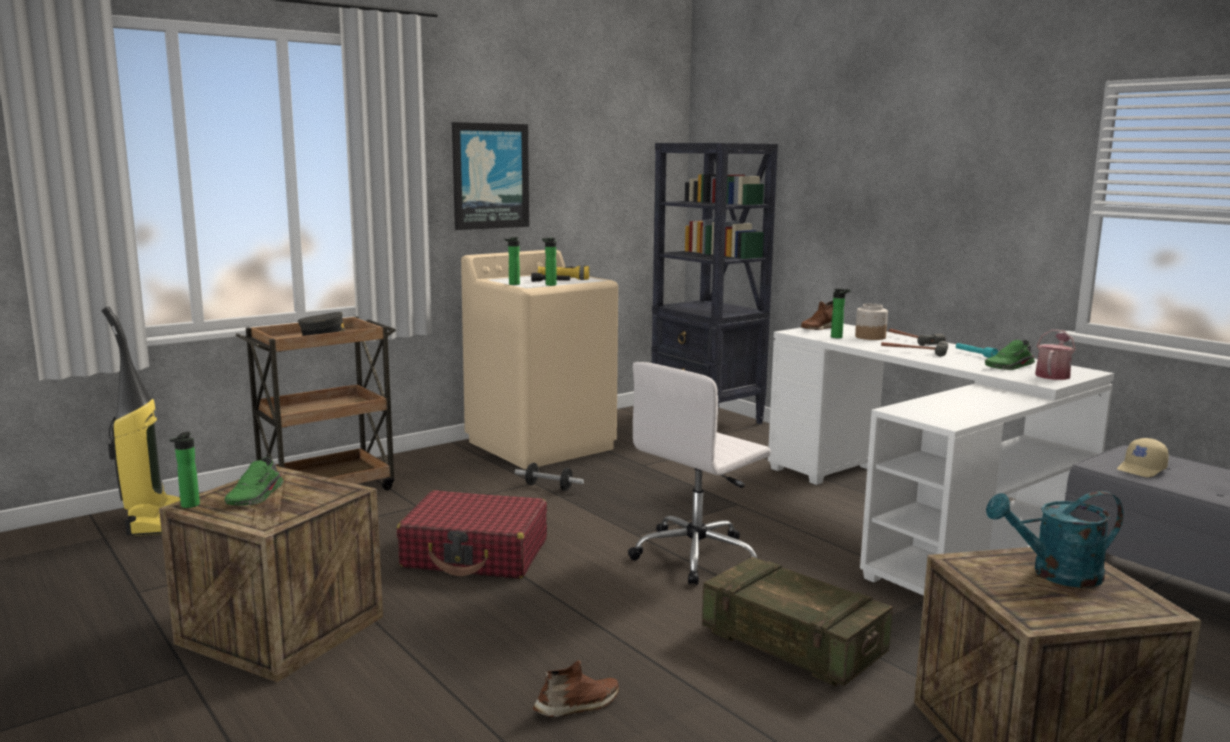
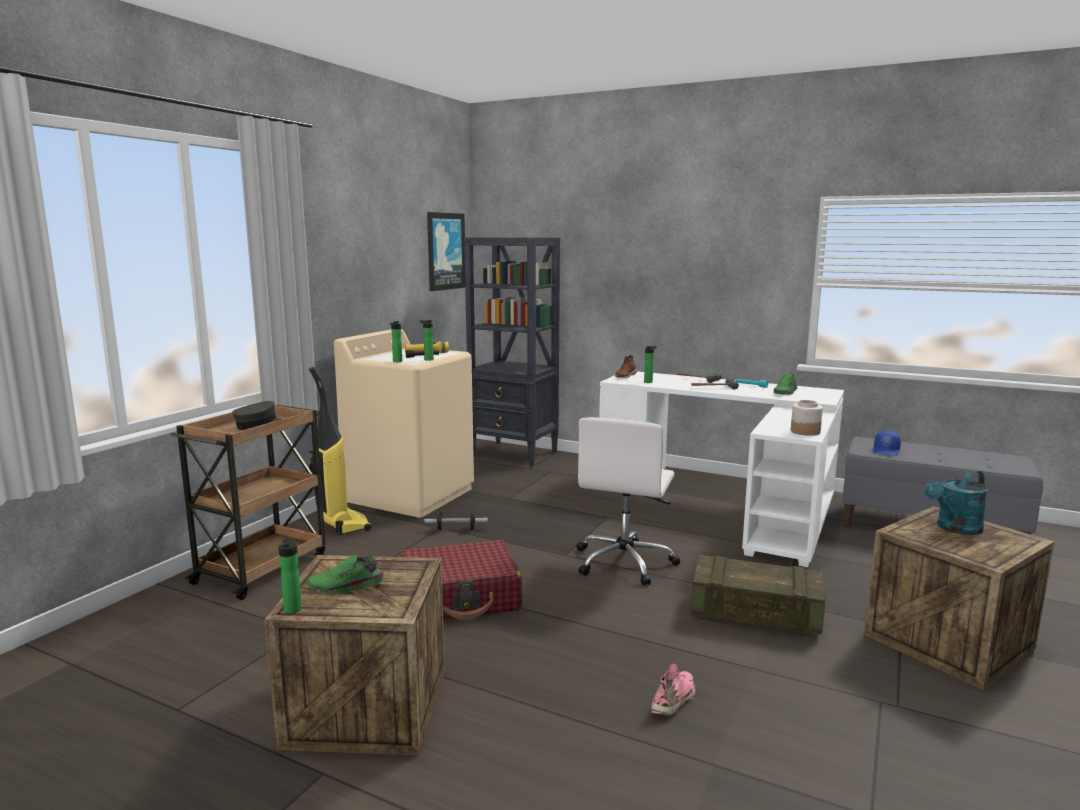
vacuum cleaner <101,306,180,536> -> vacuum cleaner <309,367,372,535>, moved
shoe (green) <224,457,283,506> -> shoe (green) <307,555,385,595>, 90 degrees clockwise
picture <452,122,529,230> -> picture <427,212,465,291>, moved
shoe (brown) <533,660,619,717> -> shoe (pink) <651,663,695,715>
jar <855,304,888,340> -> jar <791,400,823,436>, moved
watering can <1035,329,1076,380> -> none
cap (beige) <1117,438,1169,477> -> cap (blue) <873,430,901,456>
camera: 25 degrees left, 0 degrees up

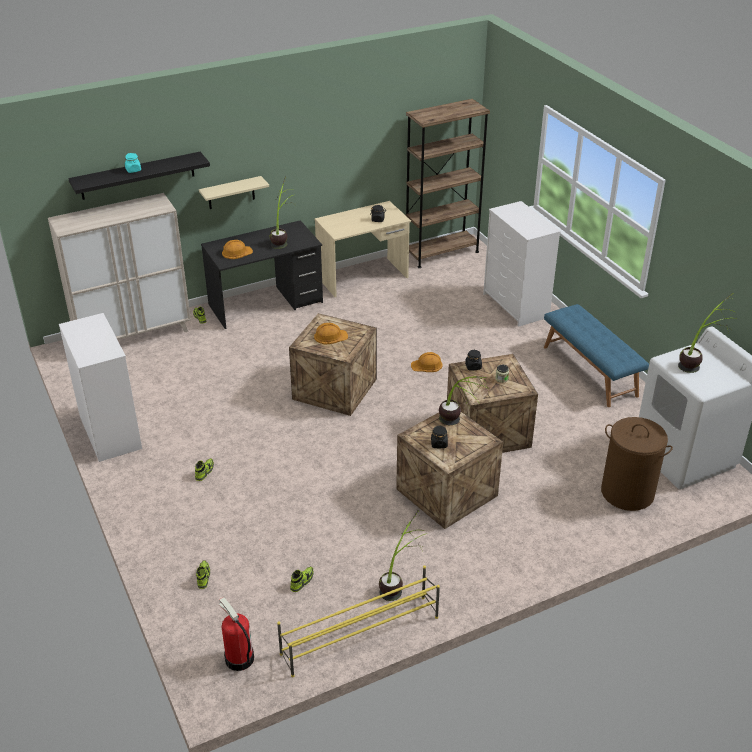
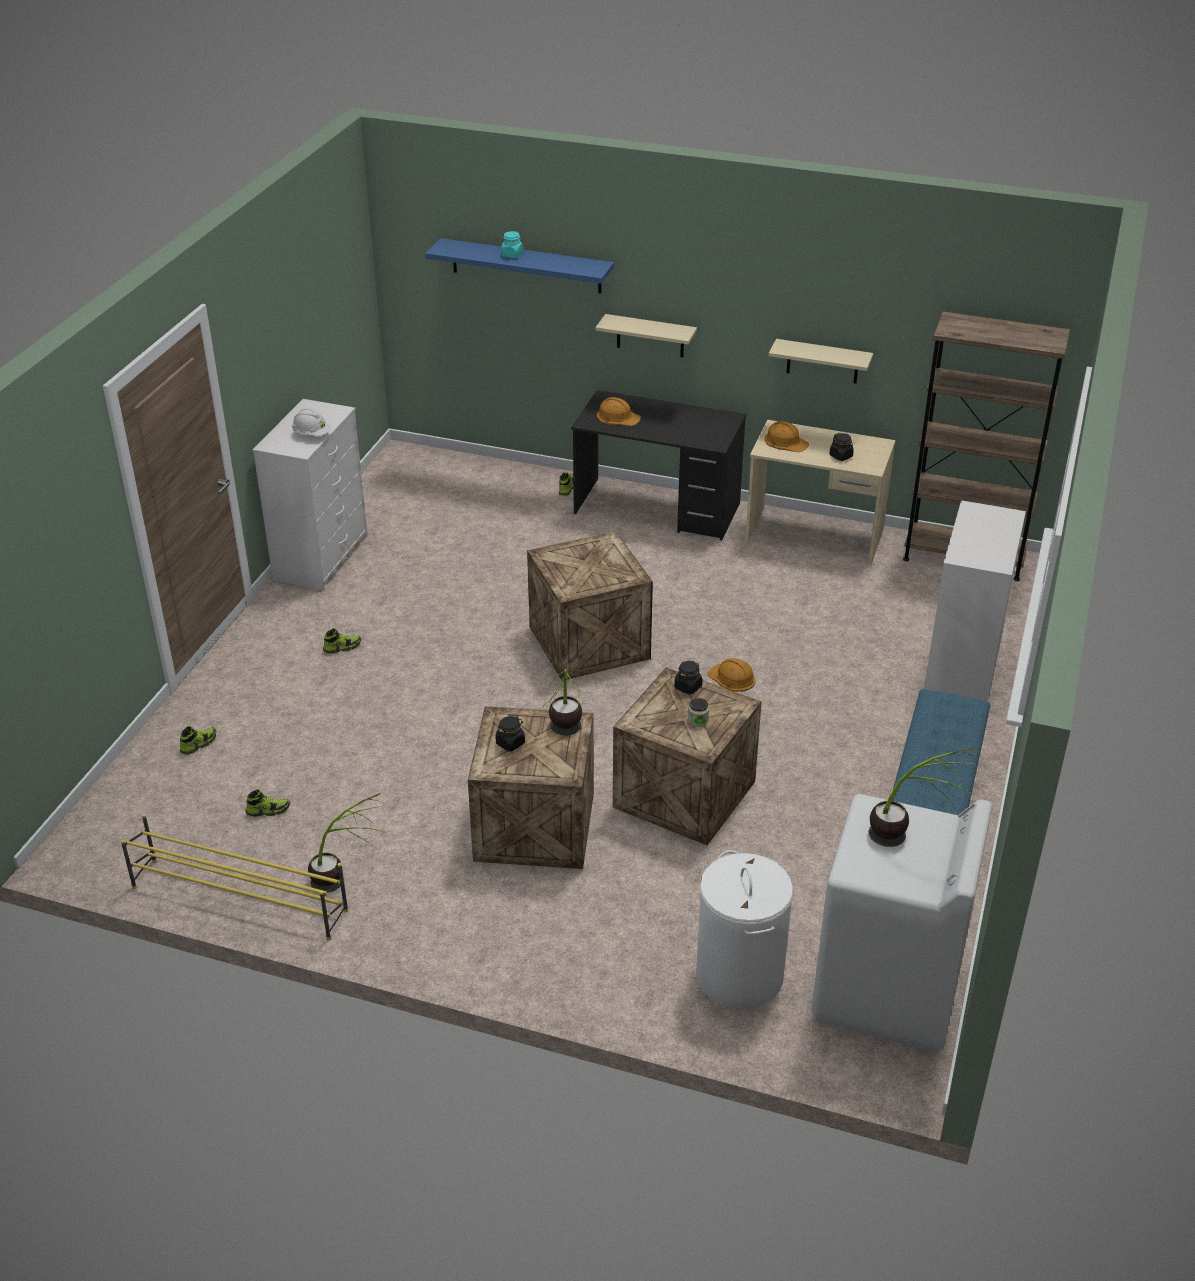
cabinet (beige) <48,193,191,340> -> none
shelf (black) <68,152,210,200> -> shelf (blue) <425,238,614,294>
fire extinguisher <219,597,254,671> -> none
potted plant <270,176,291,249> -> none
hard hat (orange) <314,323,348,345> -> hard hat (orange) <765,421,809,452>, moved
laundry basket (brown) <601,417,673,511> -> laundry basket (white) <696,850,793,1009>
none -> hard hat (white) <292,408,331,436>
none -> shelf (beige) <768,339,873,384>
camera: 45 degrees right, 0 degrees up

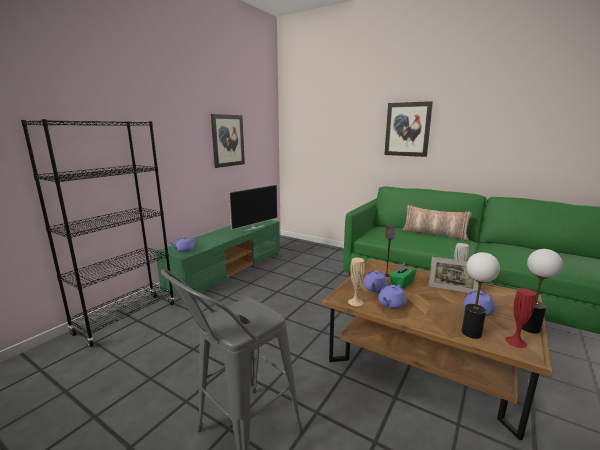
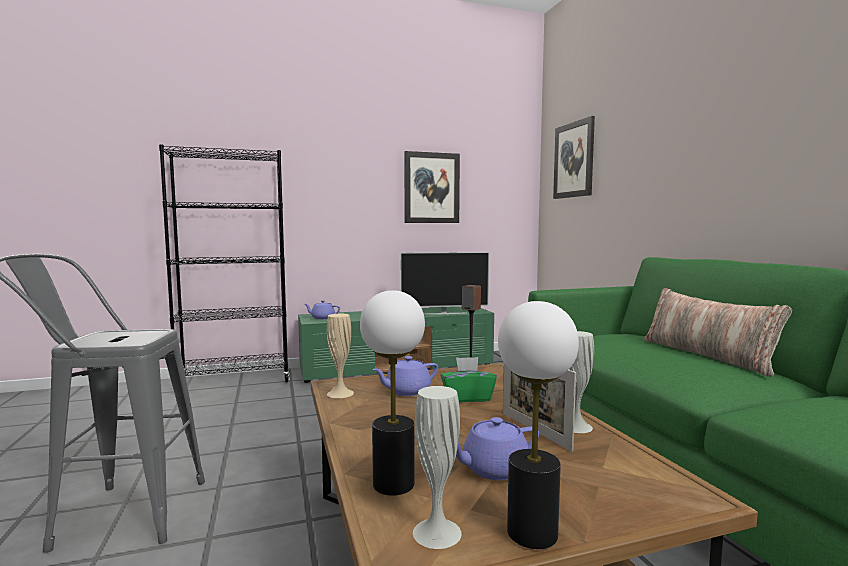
teapot (purple) <378,285,406,309> -> none
picture <384,101,433,157> -> picture <553,116,595,199>, moved
vase (red) <505,288,536,348> -> vase (white) <413,386,462,549>
camera: 40 degrees right, 10 degrees down

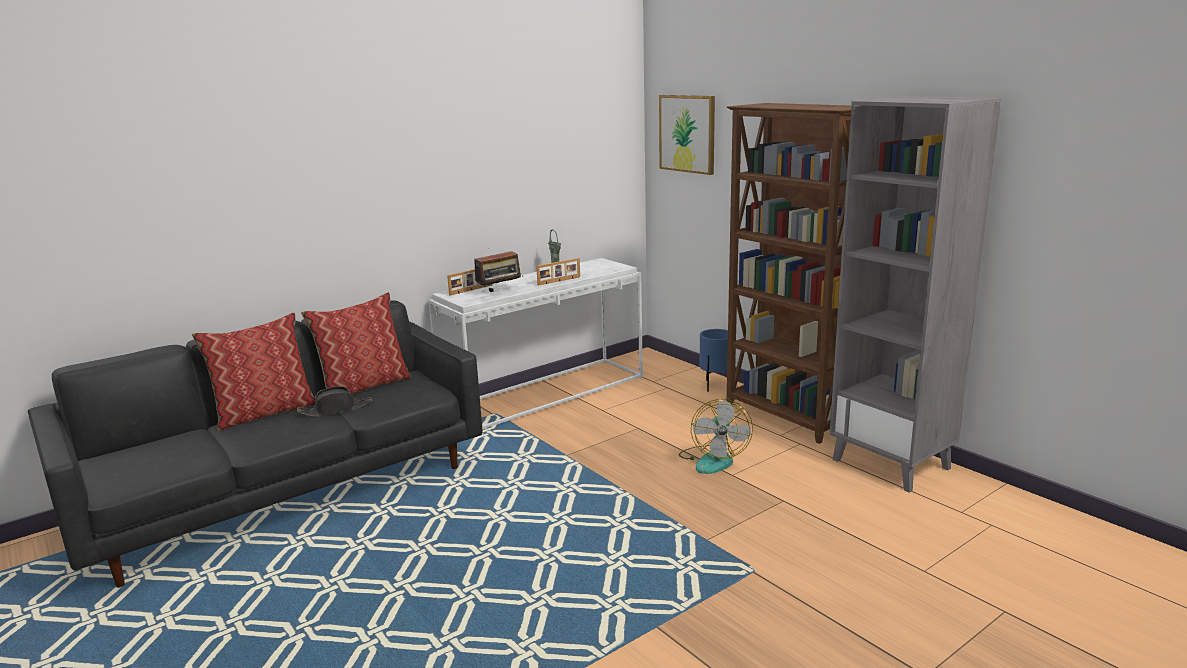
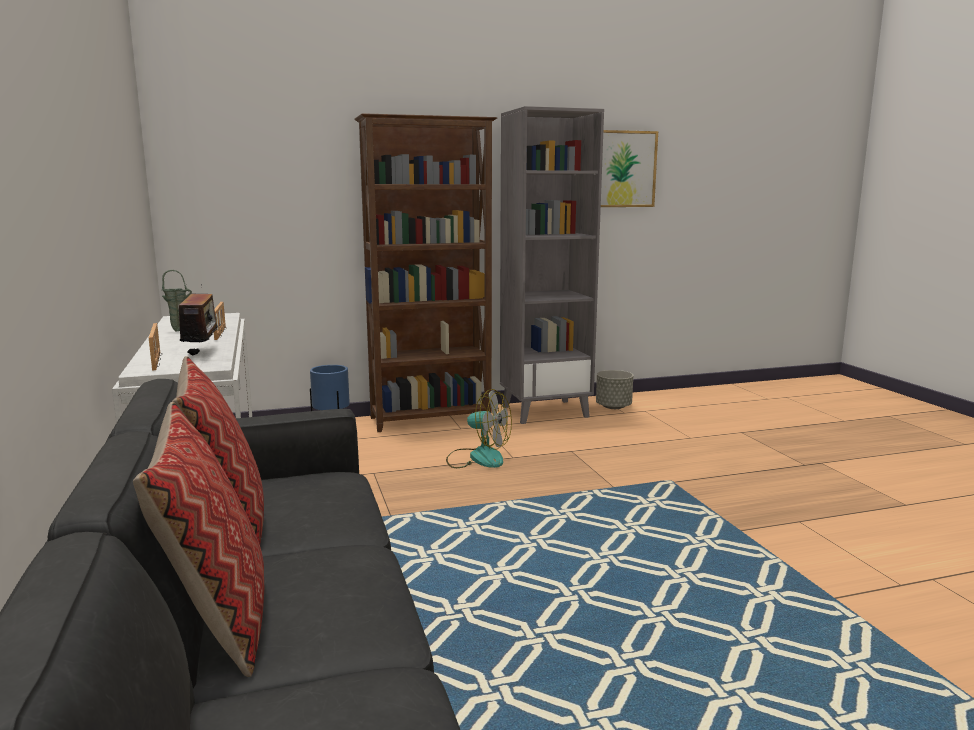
hat (black) <297,386,372,417> -> none
picture <659,95,715,175> -> picture <601,130,658,207>, moved
none -> planter (grey) <596,370,633,409>
camera: 70 degrees left, 5 degrees down

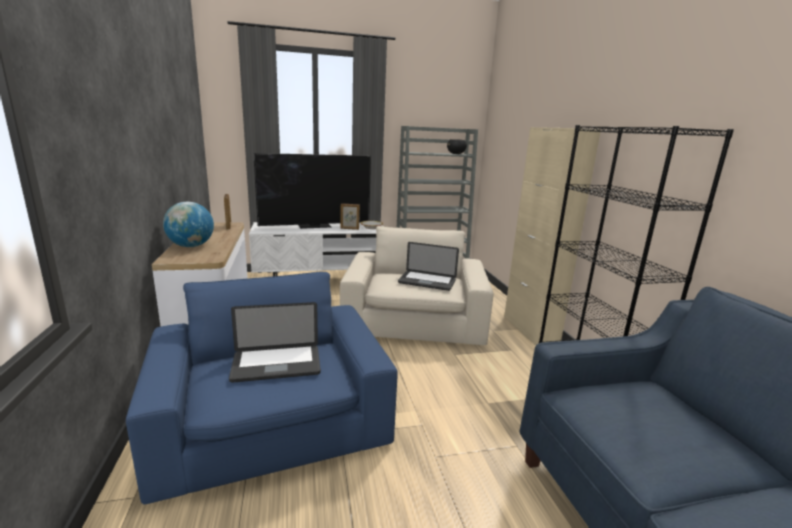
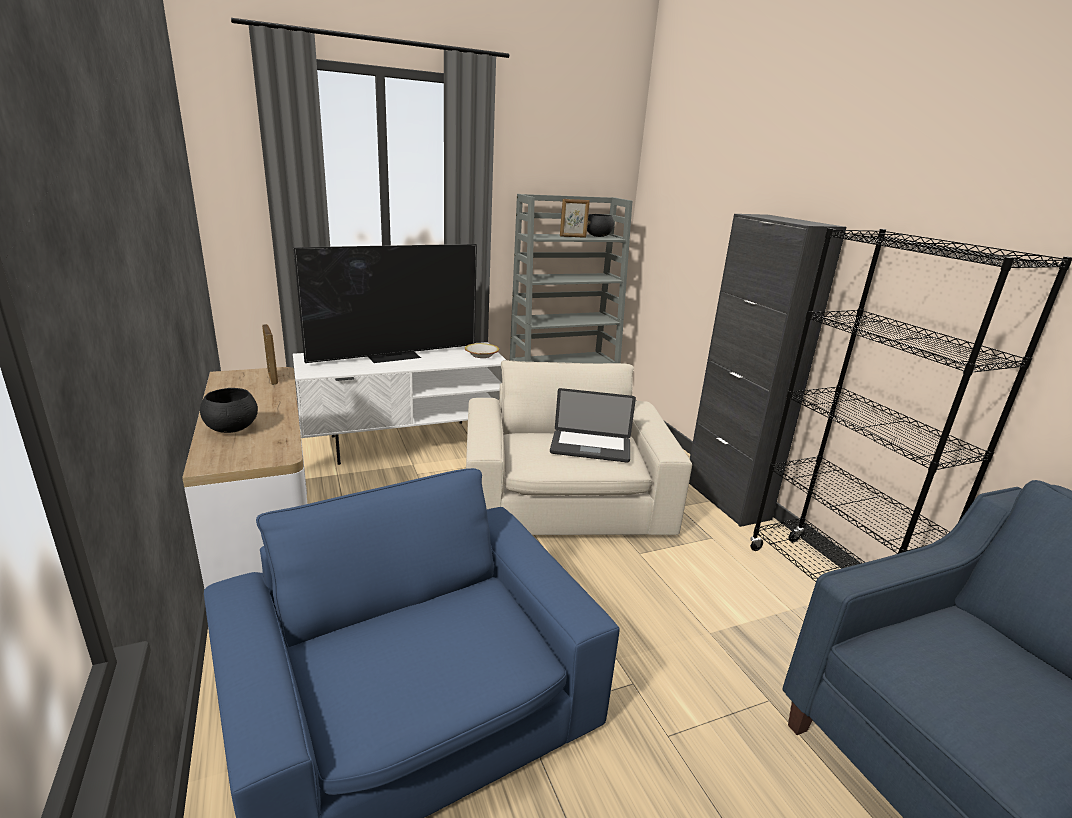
globe <163,202,214,247> -> bowl (black) <200,388,258,433>
laptop <229,302,321,383> -> none
picture frame <340,203,360,230> -> picture frame <560,199,590,238>, moved
cabinet (beige) <504,127,601,345> -> cabinet (black) <689,214,846,527>
camera: 10 degrees left, 5 degrees up

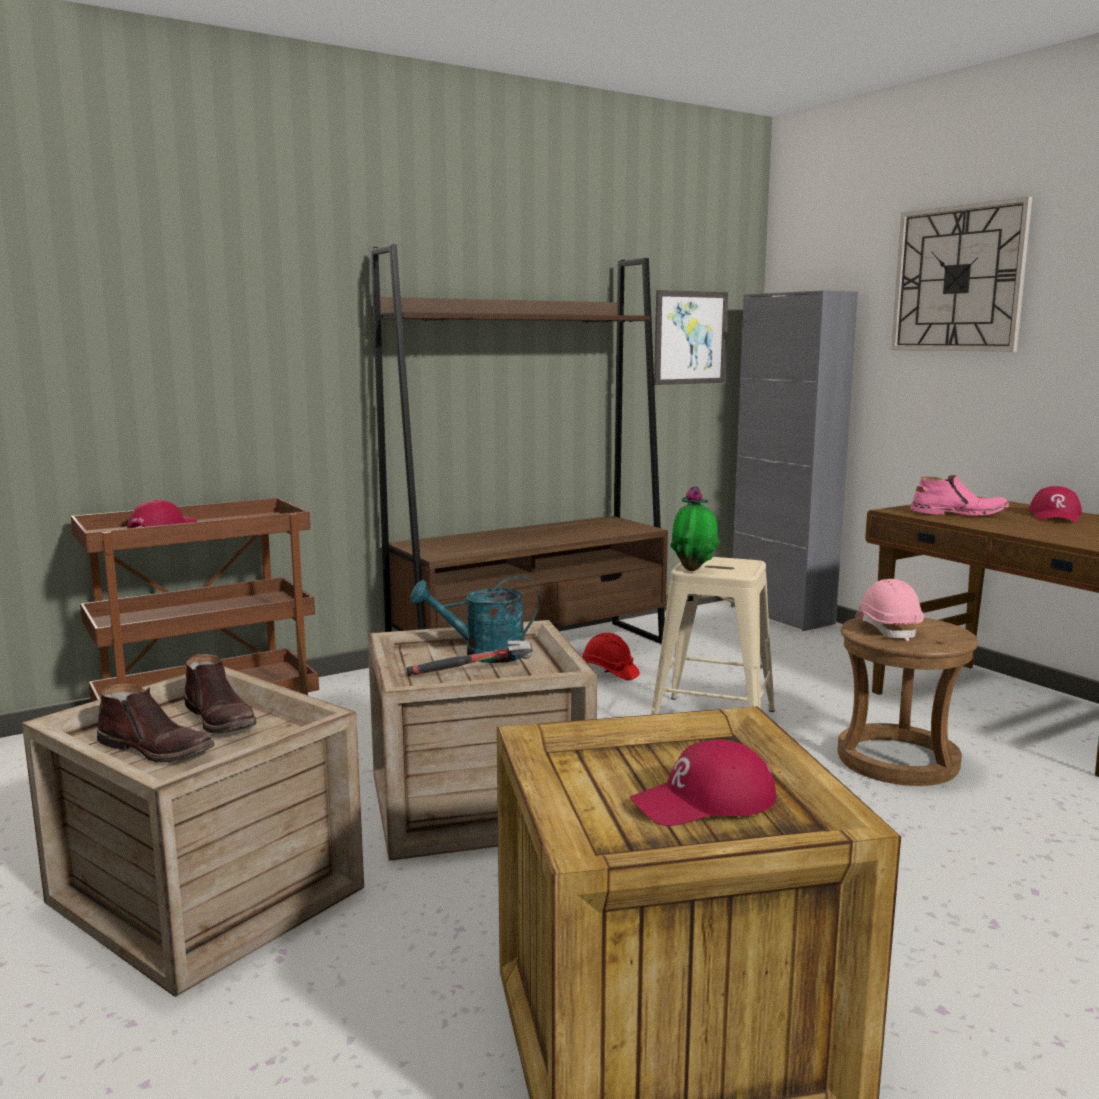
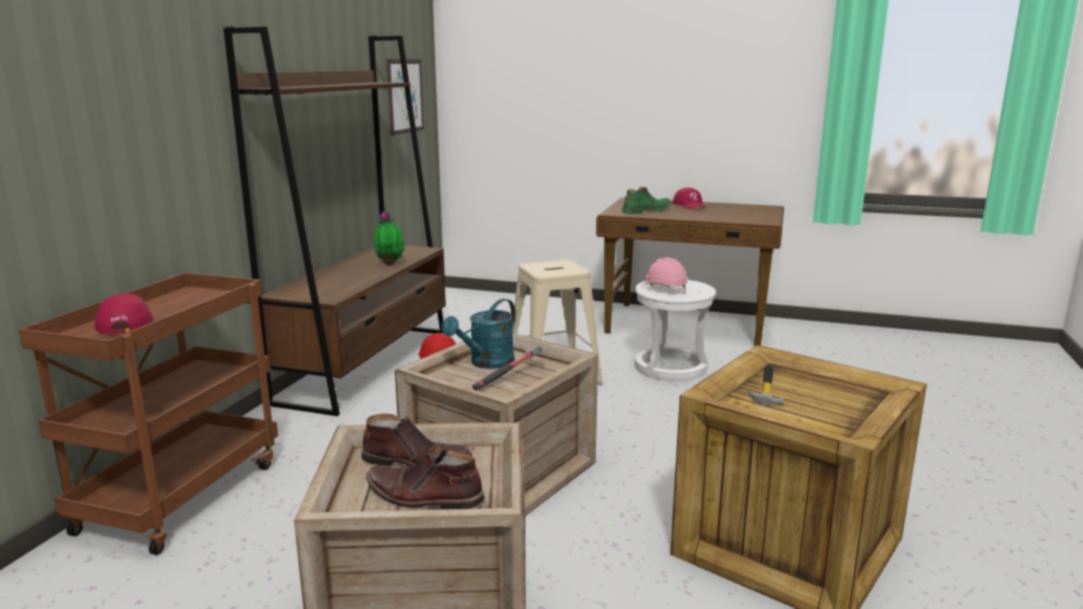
boot (brown) <97,684,215,763> -> boot (brown) <366,446,485,510>, 150 degrees counterclockwise
cap (red) <630,739,776,826> -> none
potted plant <670,486,720,571> -> potted plant <374,211,405,265>, moved
cabinet (grey) <731,290,858,631> -> none
stool (brown) <837,618,978,786> -> stool (white) <635,280,716,382>
wall clock <891,196,1032,352> -> none
boot (pink) <911,475,1010,516> -> boot (green) <622,187,672,214>
none -> hammer <748,366,784,405>
camera: 40 degrees left, 5 degrees up

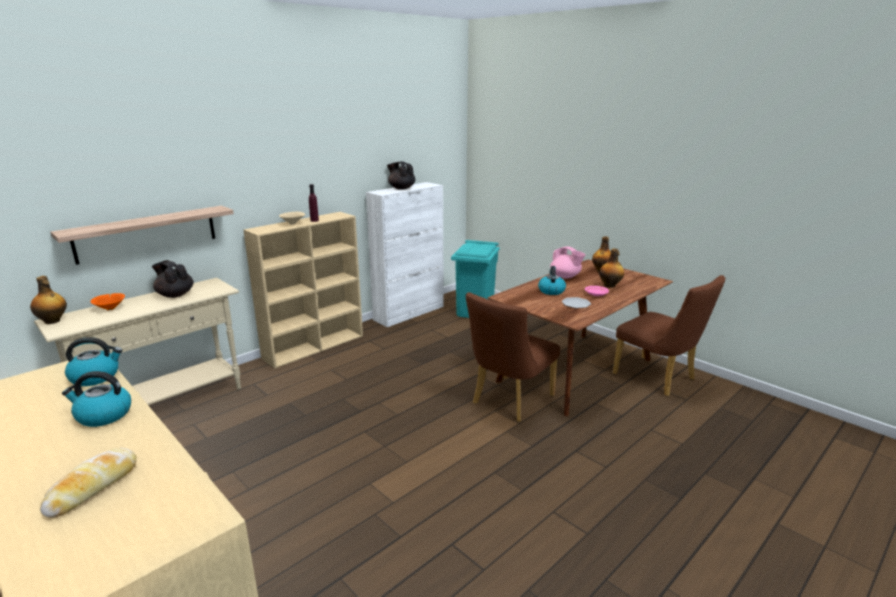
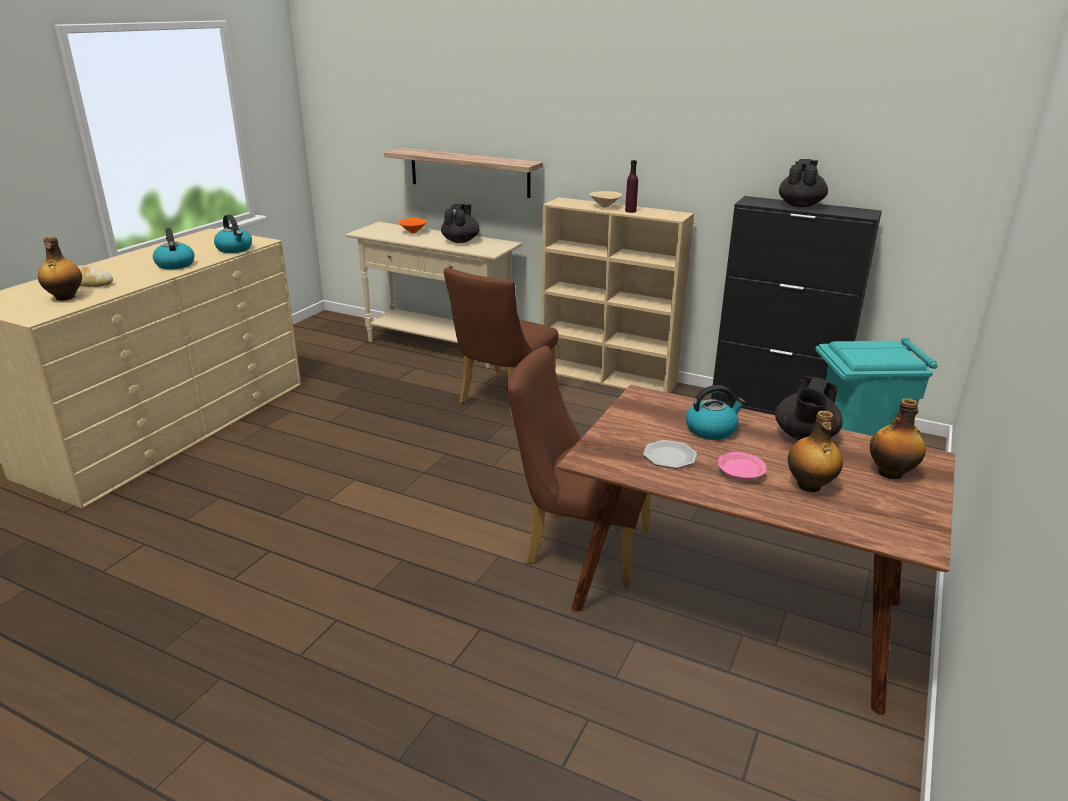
bottle <30,276,67,324> -> bottle <38,237,82,301>, moved
cabinet (white) <366,182,444,327> -> cabinet (black) <711,196,882,415>
teapot (pink) <550,246,585,278> -> teapot (black) <775,376,843,440>
chair (brown) <612,275,725,396> -> chair (brown) <444,268,558,418>, moved
camera: 70 degrees right, 5 degrees up

